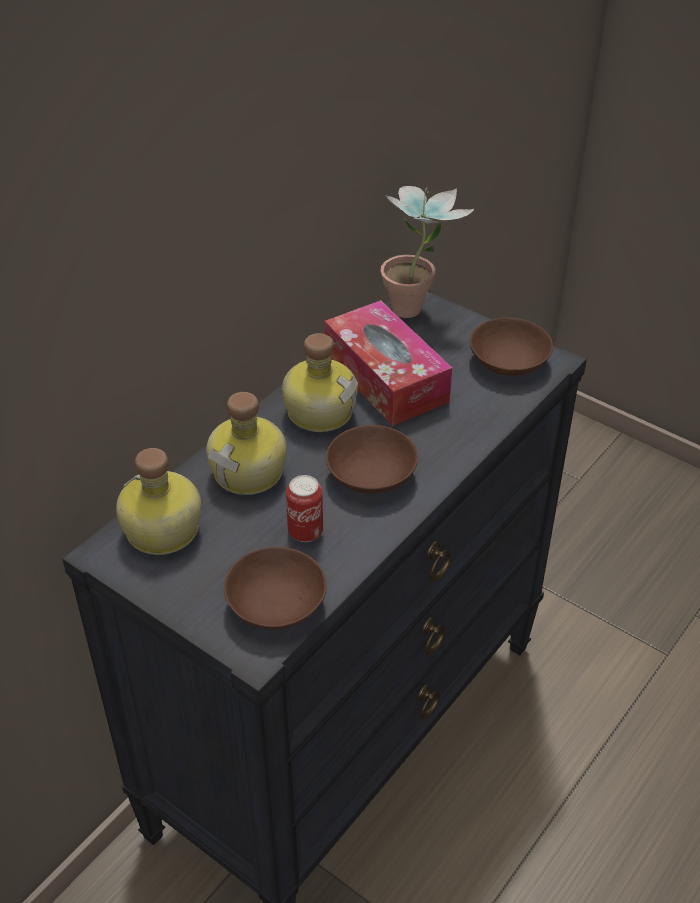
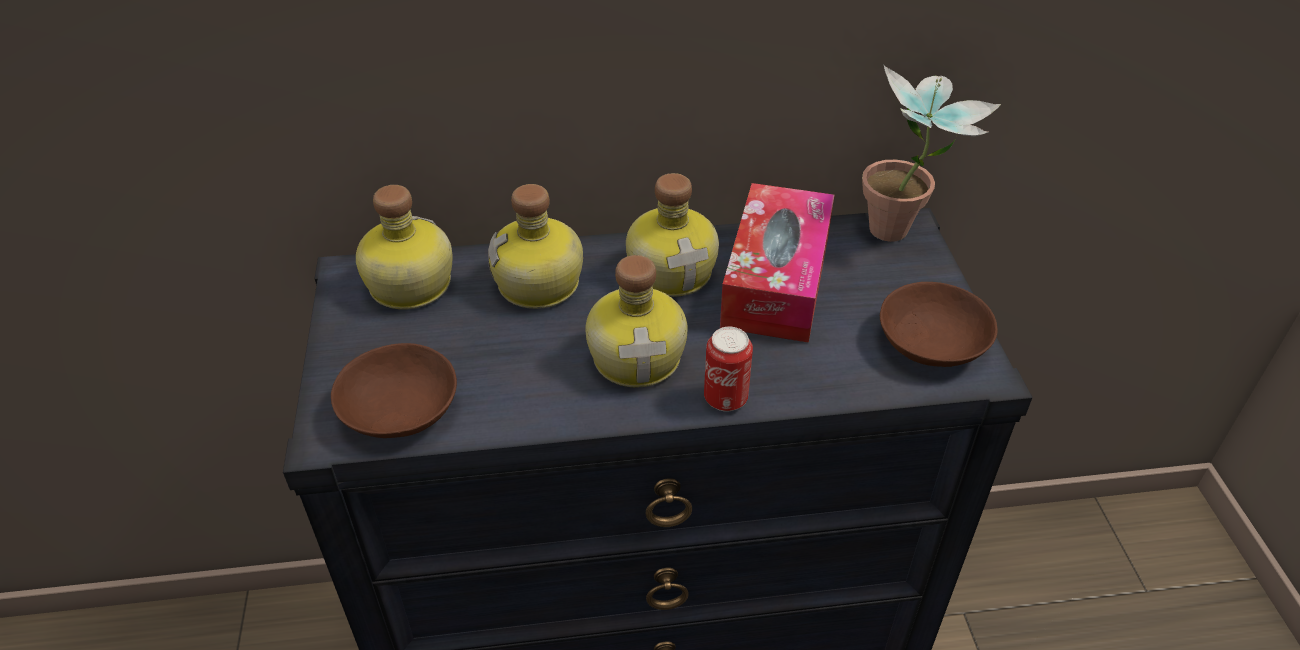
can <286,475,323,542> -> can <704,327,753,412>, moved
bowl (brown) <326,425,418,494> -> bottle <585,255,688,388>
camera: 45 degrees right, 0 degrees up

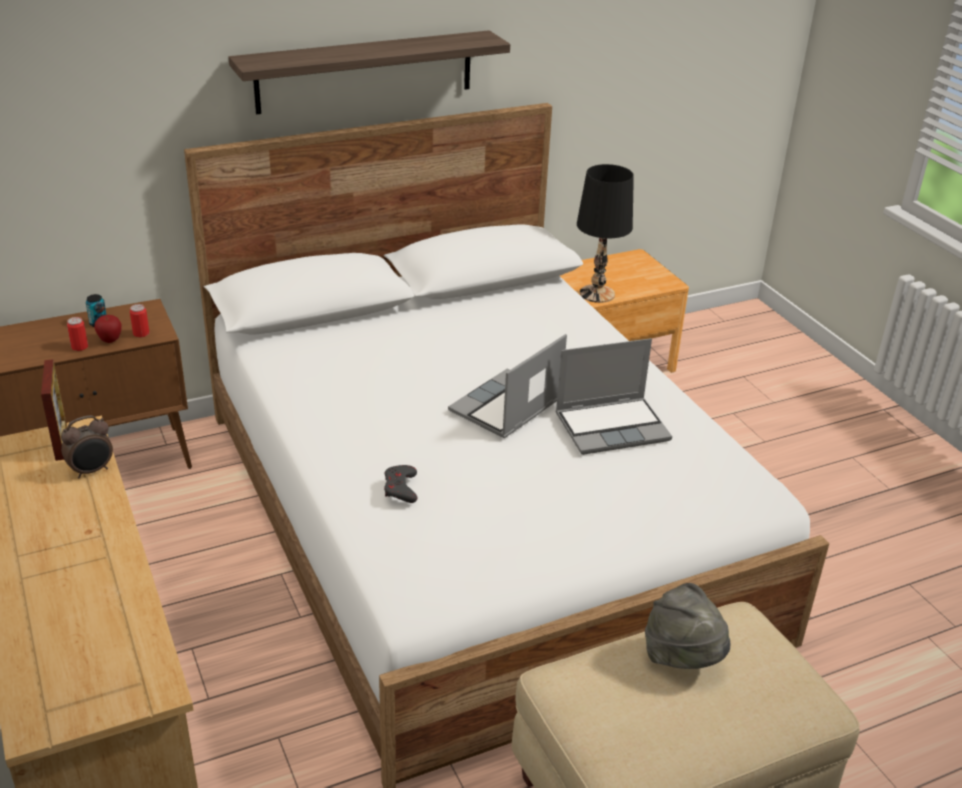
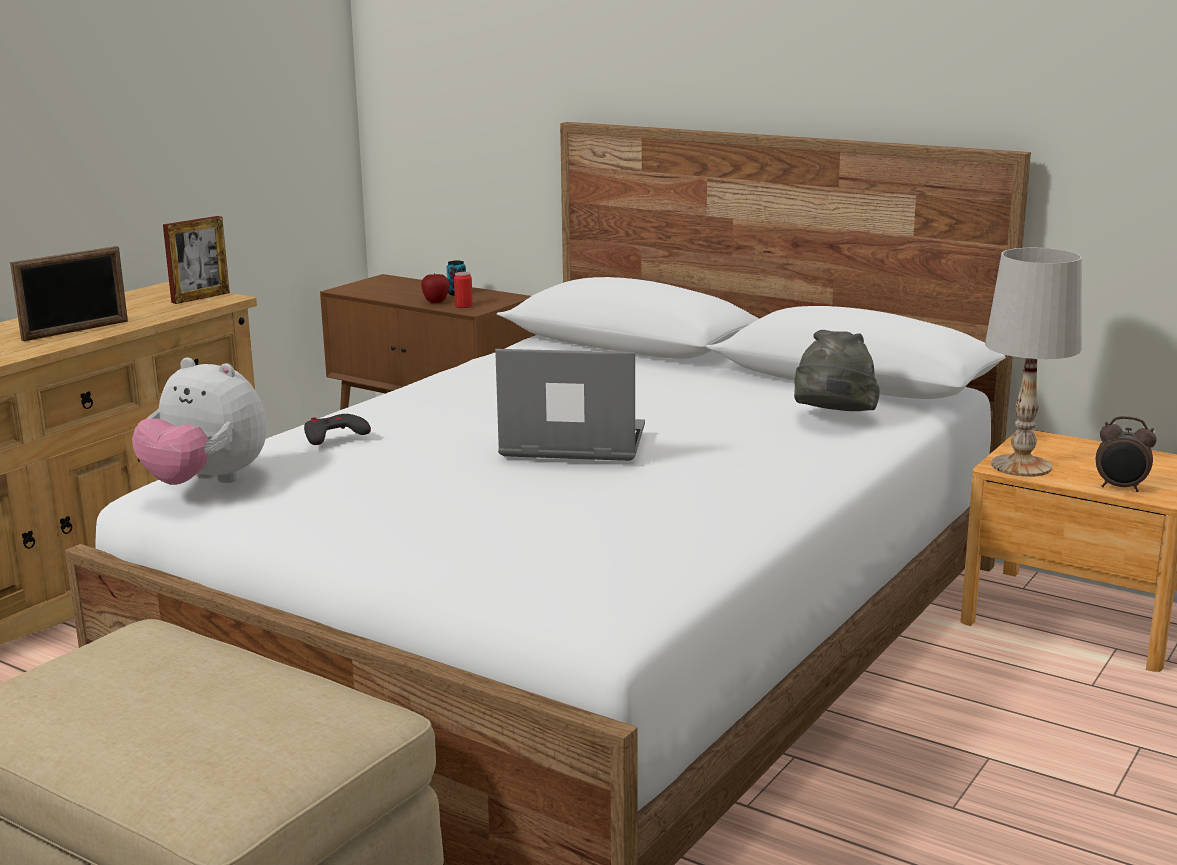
alarm clock <61,415,113,479> -> alarm clock <1096,416,1157,492>, moved
can <67,317,88,351> -> none
shelf <228,30,510,114> -> none
laptop <555,338,672,455> -> none
table lamp (black) <577,164,634,303> -> table lamp (white) <985,248,1082,477>
hat (grey) <645,583,731,669> -> hat (grey) <794,330,880,411>, moved
none -> picture frame <10,246,128,341>
none -> plush toy <132,357,267,485>
camera: 60 degrees right, 15 degrees down

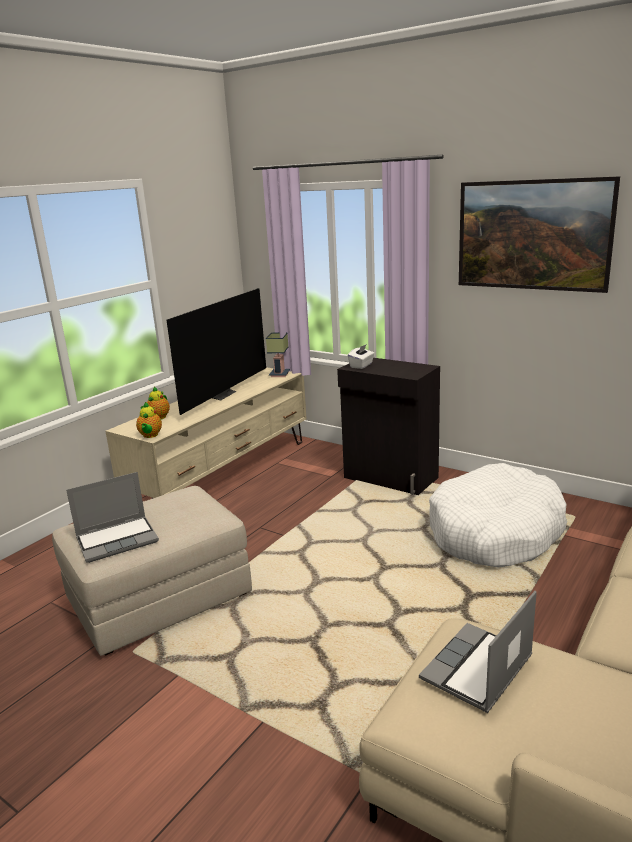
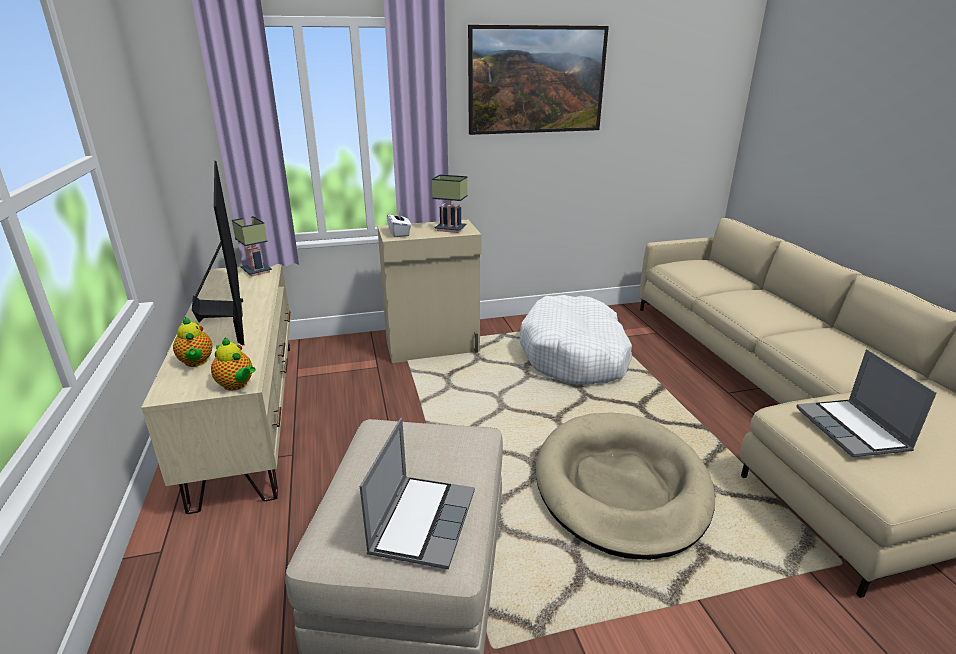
cabinet (black) <337,358,440,495> -> cabinet (beige) <377,220,481,363>
none -> table lamp <432,175,468,233>
none -> dog bed (beige) <536,413,715,560>
camera: 50 degrees left, 5 degrees up

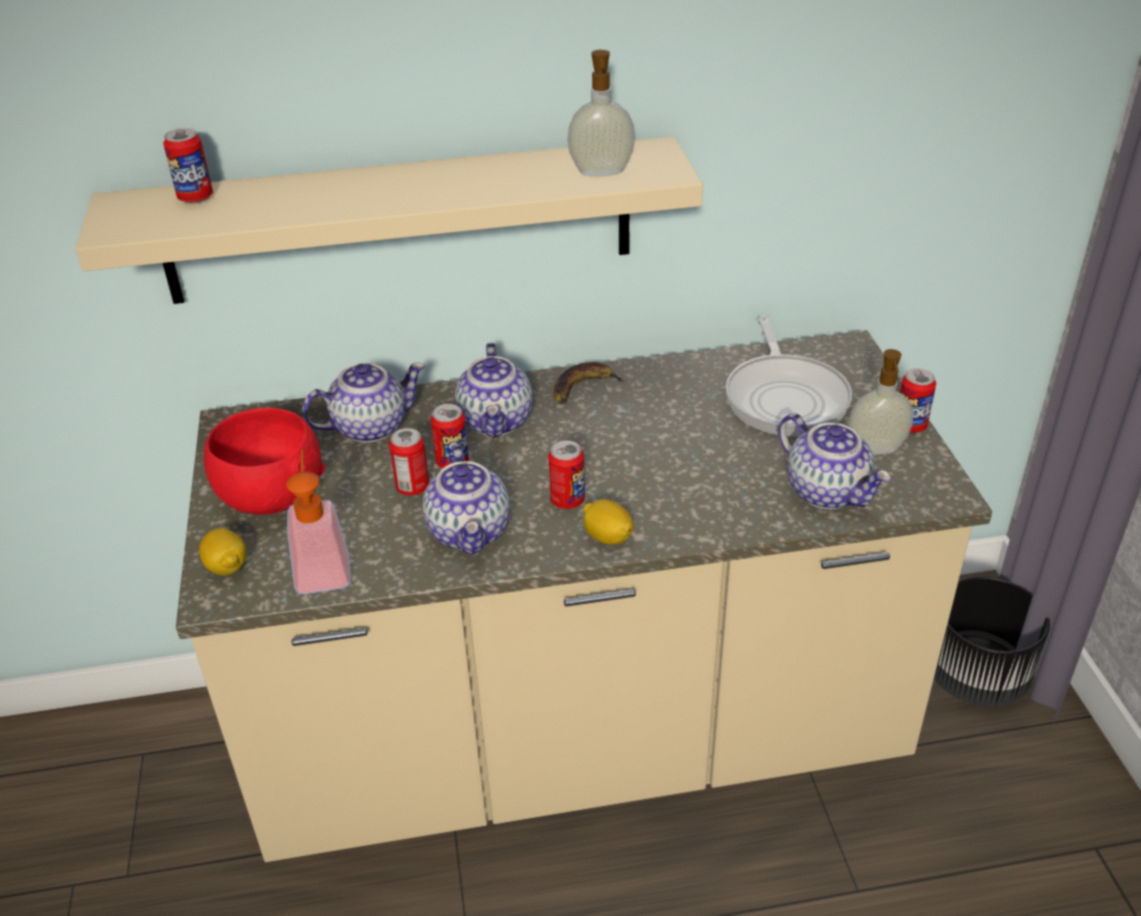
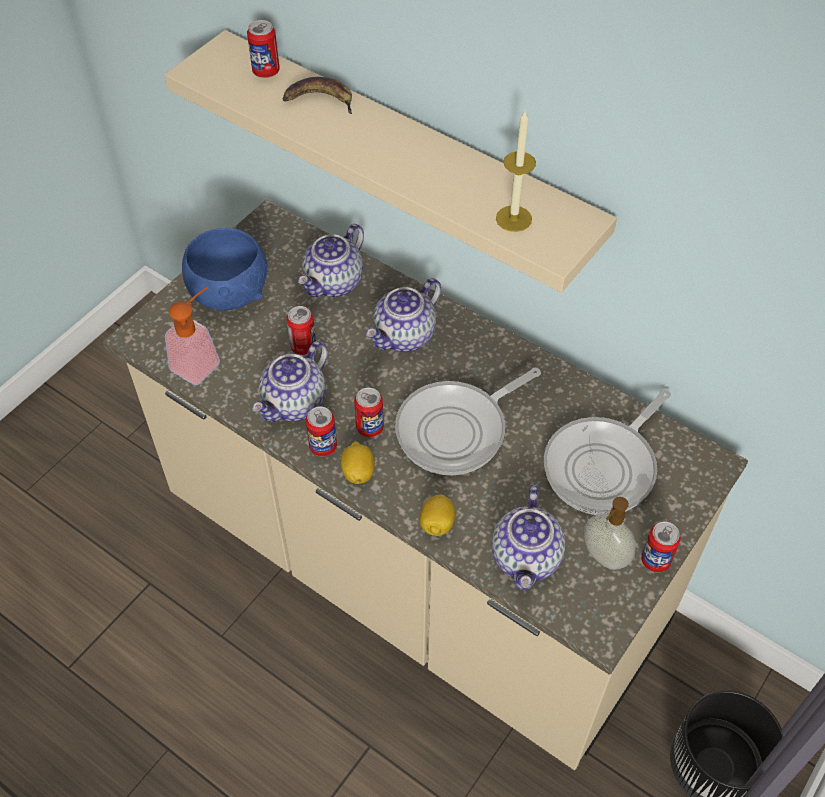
lemon <199,528,246,576> -> lemon <419,494,455,536>, moved
bowl (red) <204,408,325,515> -> bowl (blue) <182,228,268,310>
teapot <302,362,425,443> -> teapot <298,224,364,297>, 105 degrees clockwise
can <431,404,469,468> -> can <306,406,337,457>, moved
banana <554,362,627,405> -> banana <282,77,352,114>, moved
soap dispenser <567,50,635,176> -> candle <496,109,536,232>
none -> frying pan <395,368,541,475>
camera: 45 degrees right, 15 degrees up

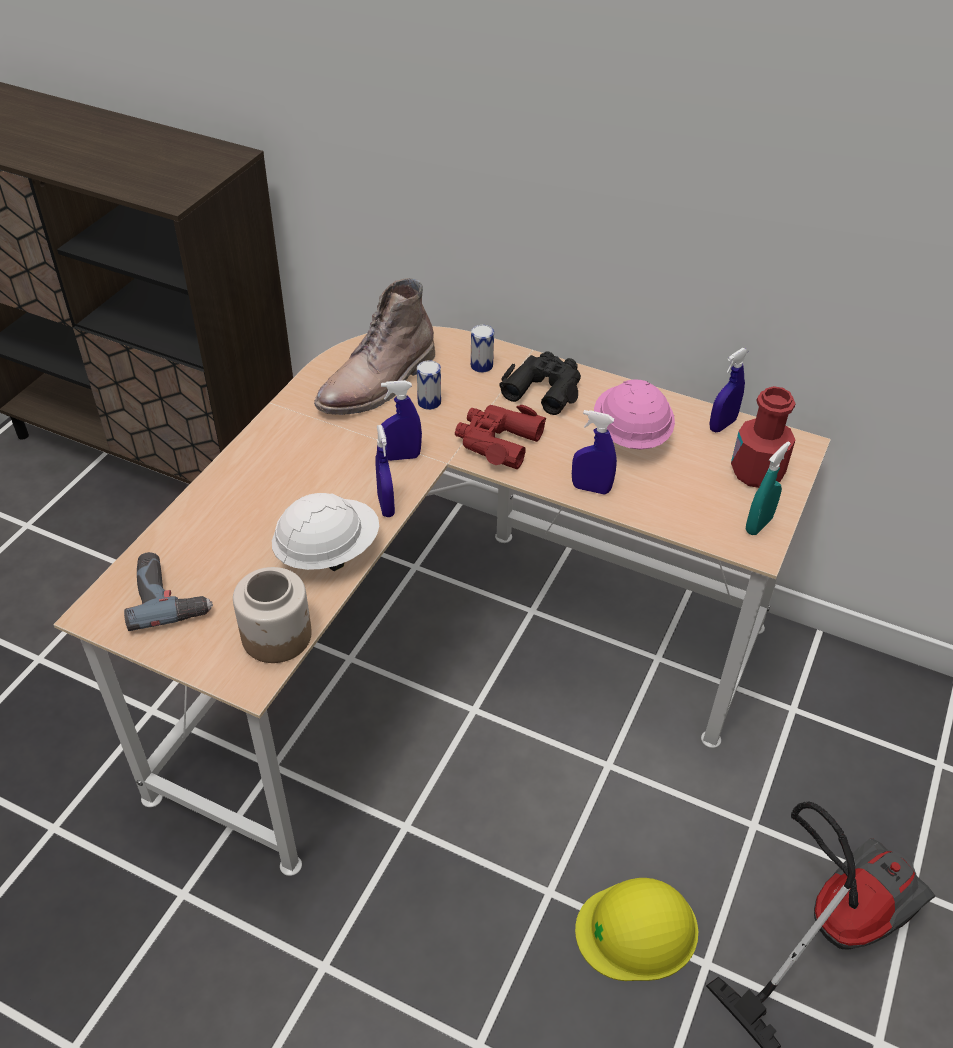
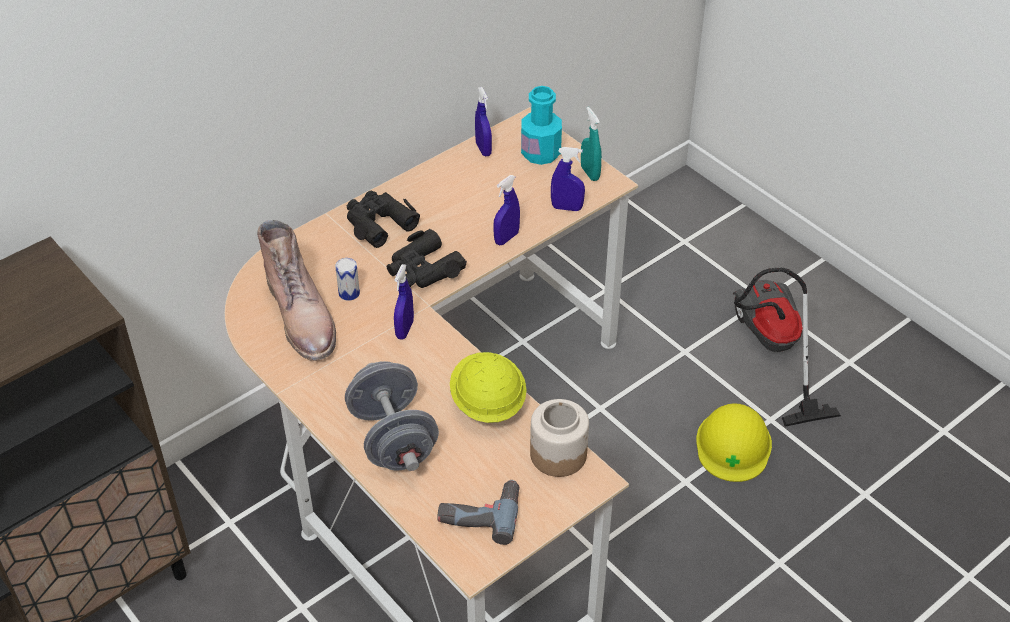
hard hat (white) <272,493,379,571> -> hard hat (yellow) <450,352,526,423>
spray bottle (blue) <376,425,395,517> -> spray bottle (blue) <551,147,585,211>, moved
binoculars (red) <455,405,546,469> -> binoculars (black) <387,229,467,288>
can <471,325,494,373> -> none
hard hat (pink) <594,379,675,449> -> none
bottle (red) <731,386,796,488> -> bottle (turquoise) <521,86,562,165>
none -> dumbbell (grey) <345,361,439,471>
camera: 65 degrees left, 0 degrees up

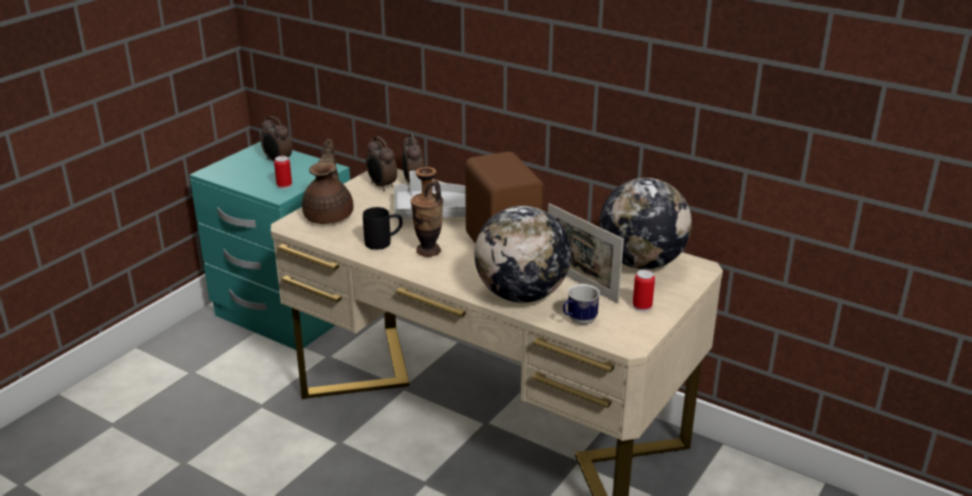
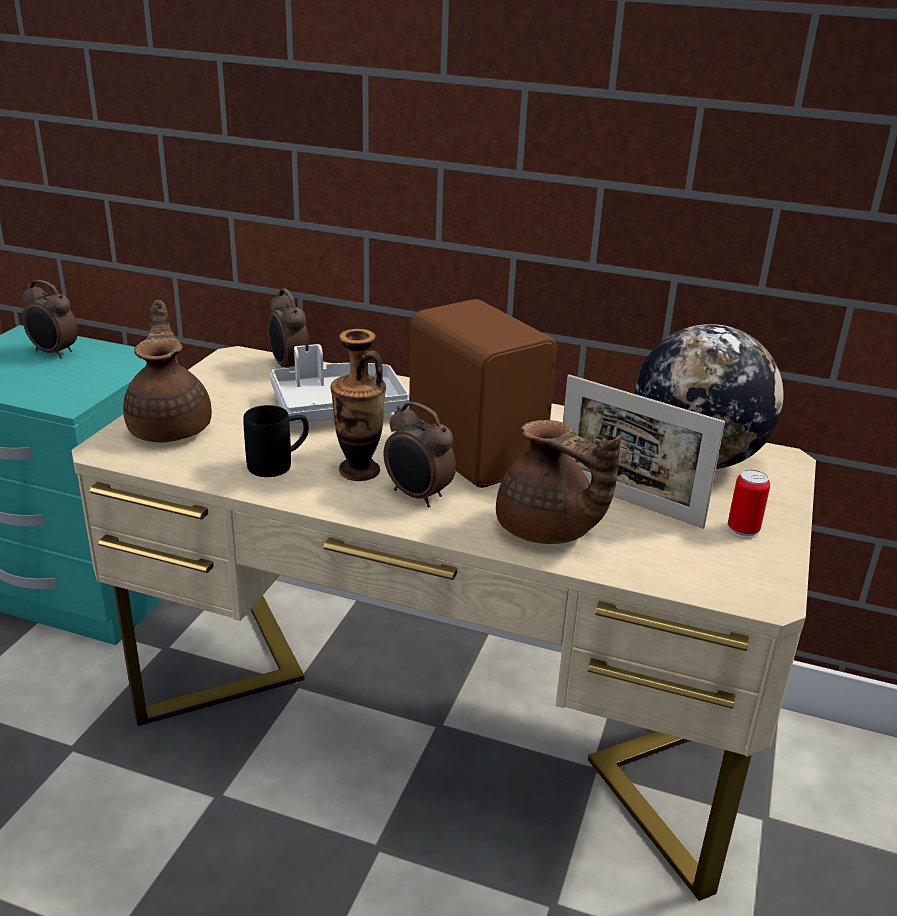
can <274,156,292,189> -> none
alarm clock <366,136,397,191> -> alarm clock <384,402,456,507>, moved
globe <475,206,571,303> -> teapot (brown) <496,420,621,544>
mug <563,284,600,325> -> none
camera: 15 degrees left, 0 degrees up

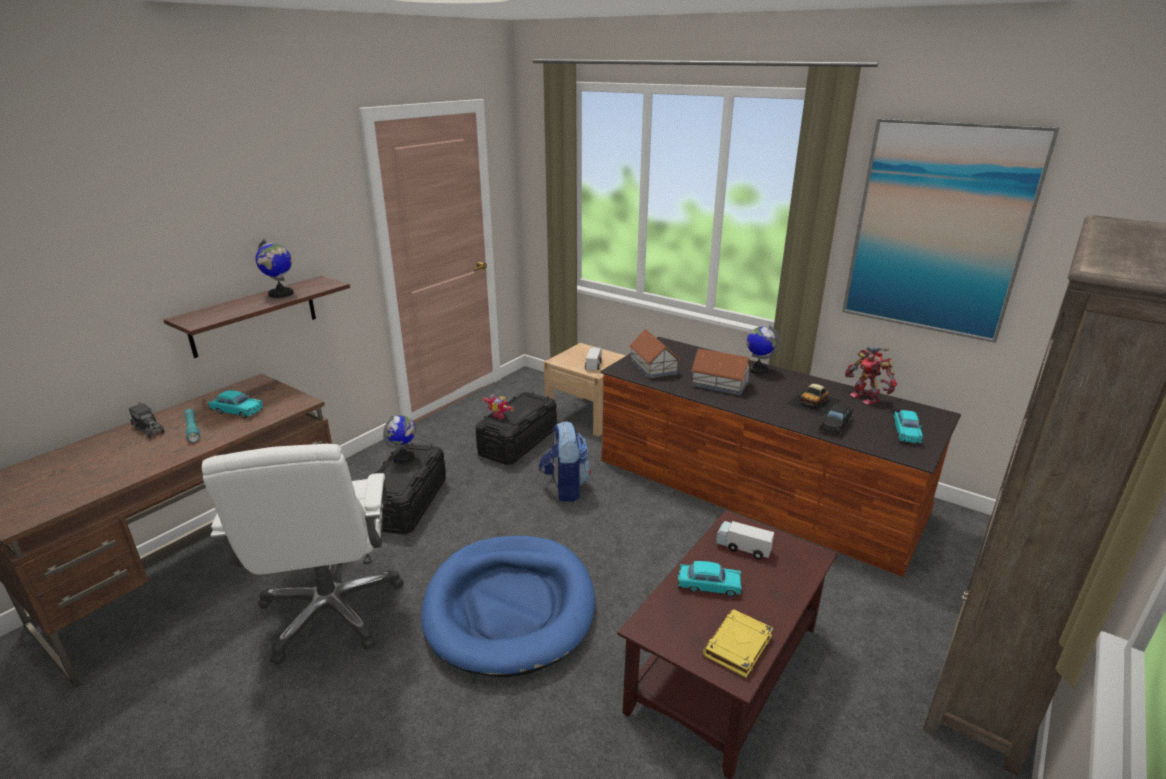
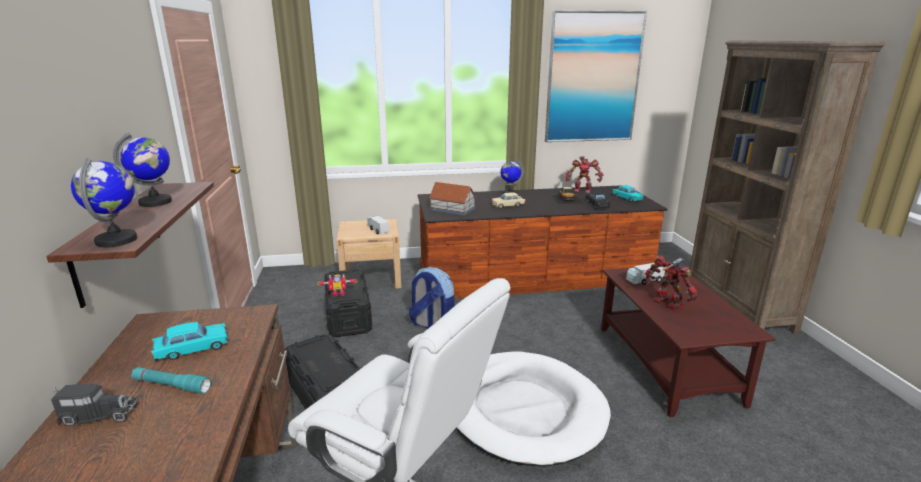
globe <383,415,416,463> -> globe <71,158,137,248>, moved
dog bed (blue) <421,536,595,677> -> dog bed (white) <456,352,611,466>
toy car (turquoise) <678,561,742,597> -> toy robot <645,255,697,310>
toy house <690,349,752,395> -> toy car (beige) <491,192,525,208>
book (yellow) <703,609,773,678> -> none
camera: 45 degrees left, 5 degrees down

